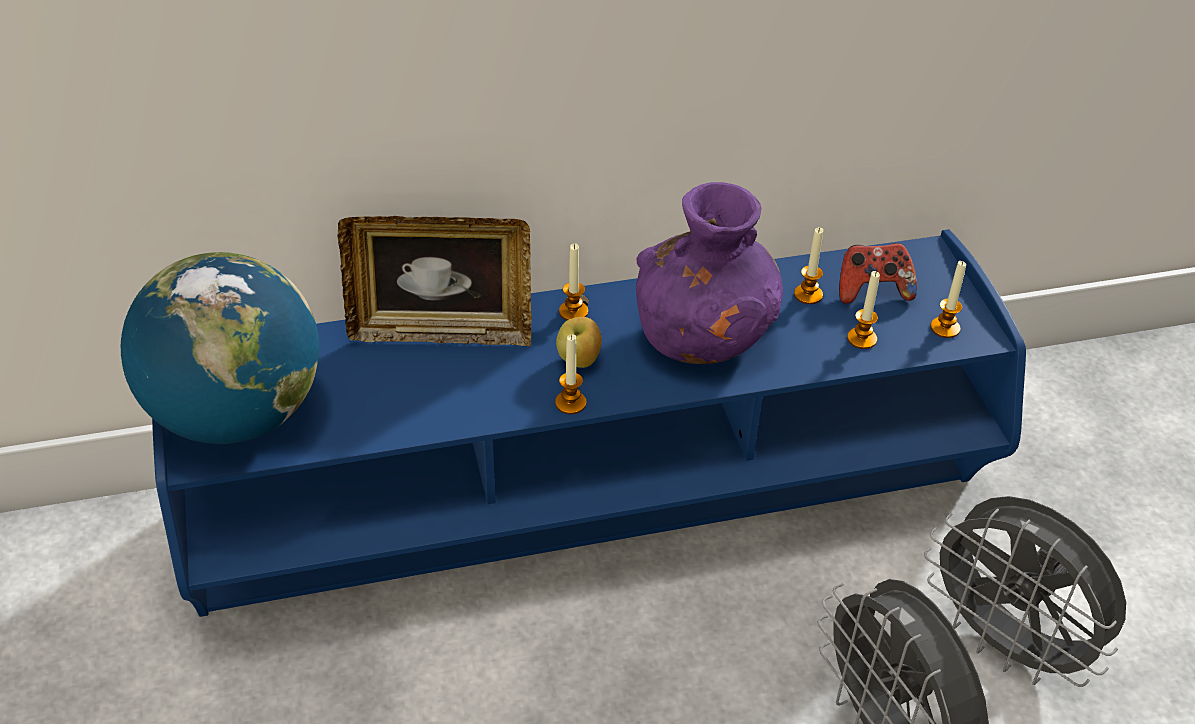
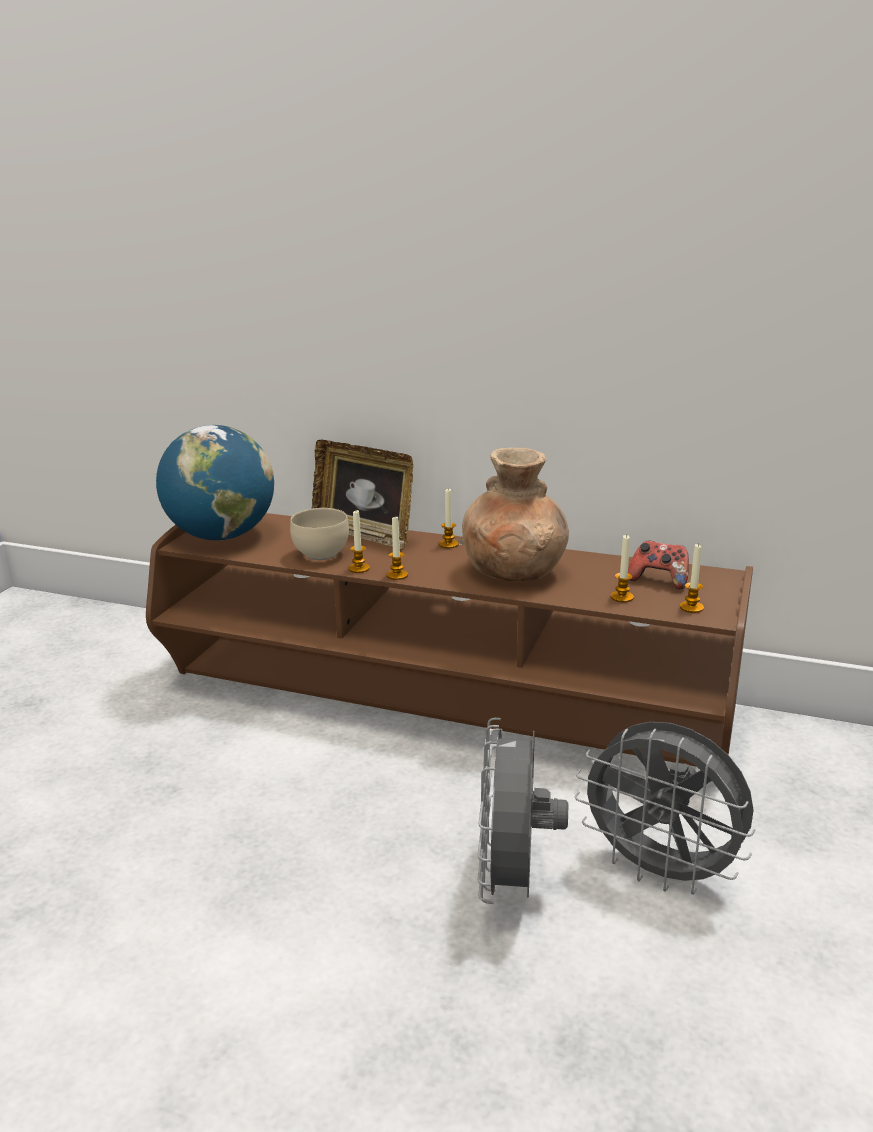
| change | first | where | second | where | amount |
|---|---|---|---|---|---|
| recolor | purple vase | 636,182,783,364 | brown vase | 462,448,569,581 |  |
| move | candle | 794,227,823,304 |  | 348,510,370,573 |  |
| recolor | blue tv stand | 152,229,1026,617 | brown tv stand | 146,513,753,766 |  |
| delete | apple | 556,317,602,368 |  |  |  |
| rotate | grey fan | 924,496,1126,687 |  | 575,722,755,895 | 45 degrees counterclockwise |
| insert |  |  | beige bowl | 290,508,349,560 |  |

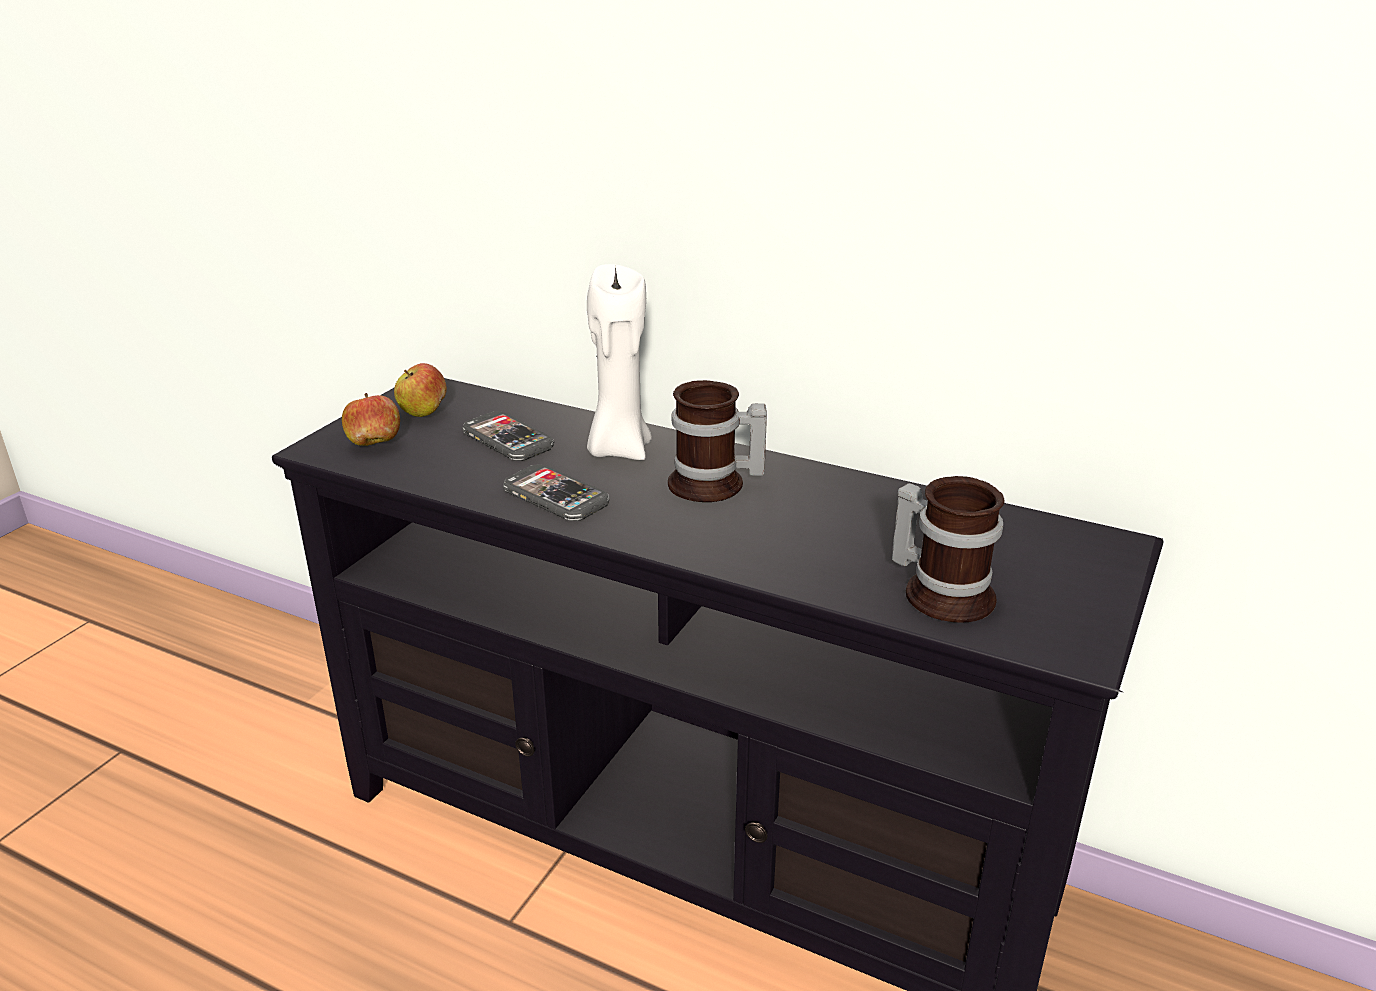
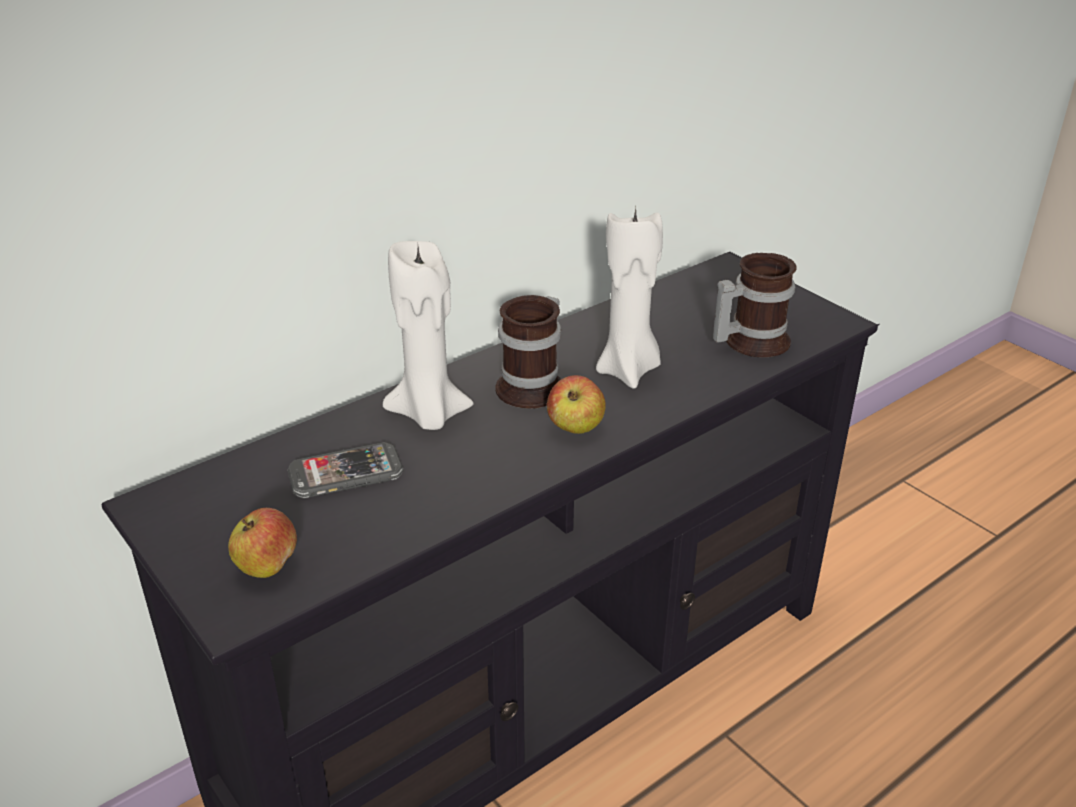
| change | first | where | second | where | amount |
|---|---|---|---|---|---|
| move | apple | 394,363,447,417 |  | 547,375,606,434 |  |
| delete | phone | 503,464,609,521 |  |  |  |
| insert |  |  | white candle | 596,208,663,389 |  |

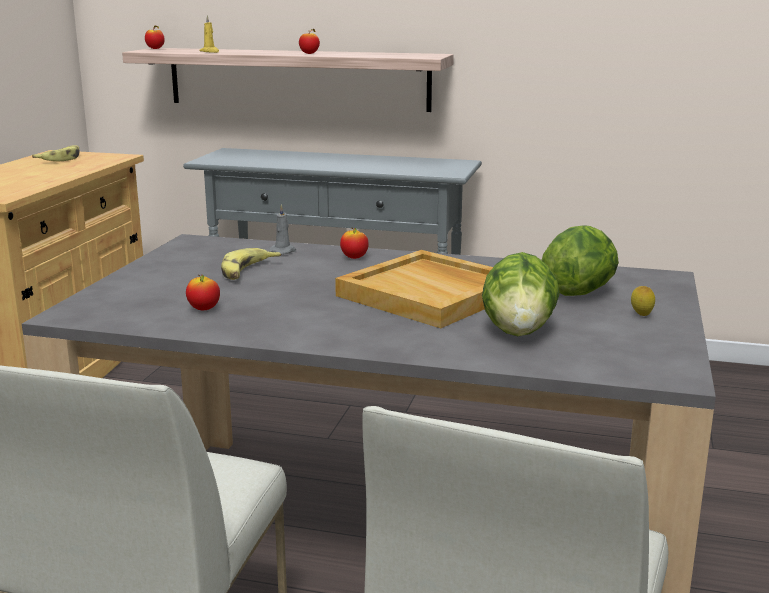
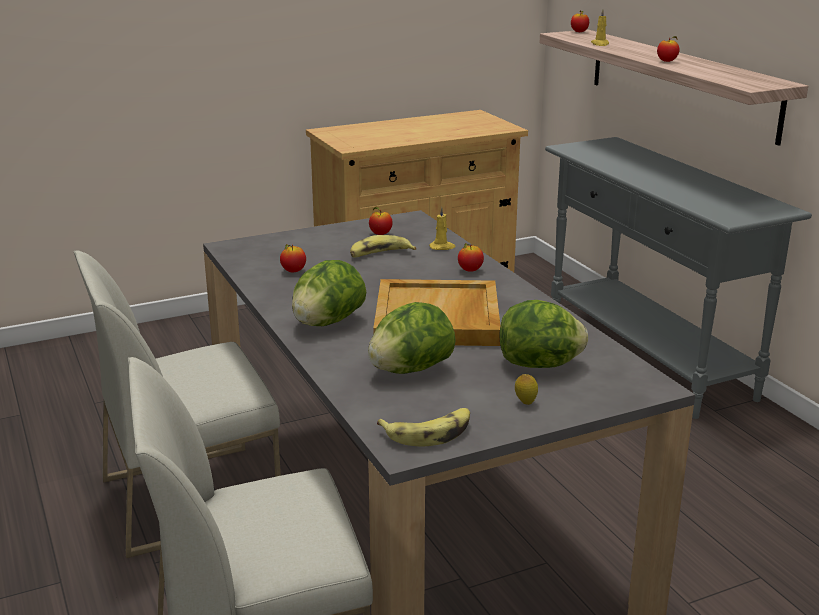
| change | first | where | second | where | amount |
|---|---|---|---|---|---|
| move | banana | 32,145,79,161 |  | 377,408,470,446 |  |
| recolor | grey candle | 269,204,296,254 | yellow candle | 429,207,456,250 |  |
| insert |  |  | apple | 369,206,393,235 |  |
| insert |  |  | lettuce | 292,260,366,326 |  |

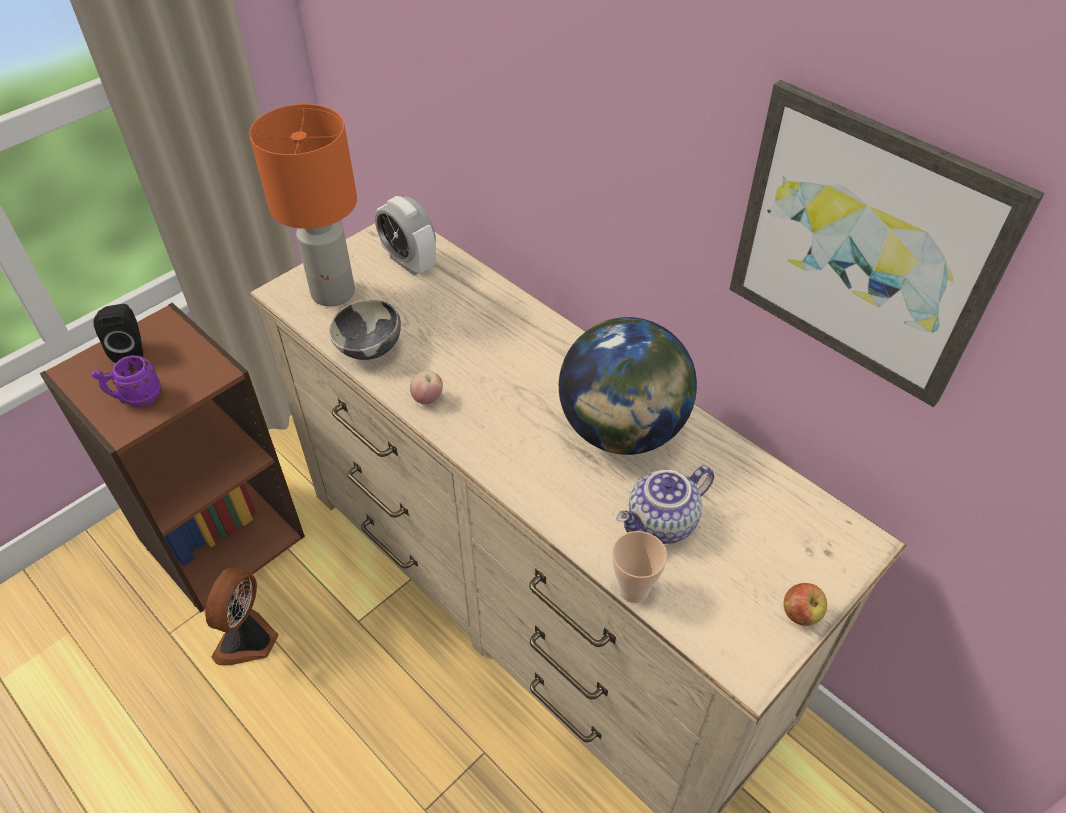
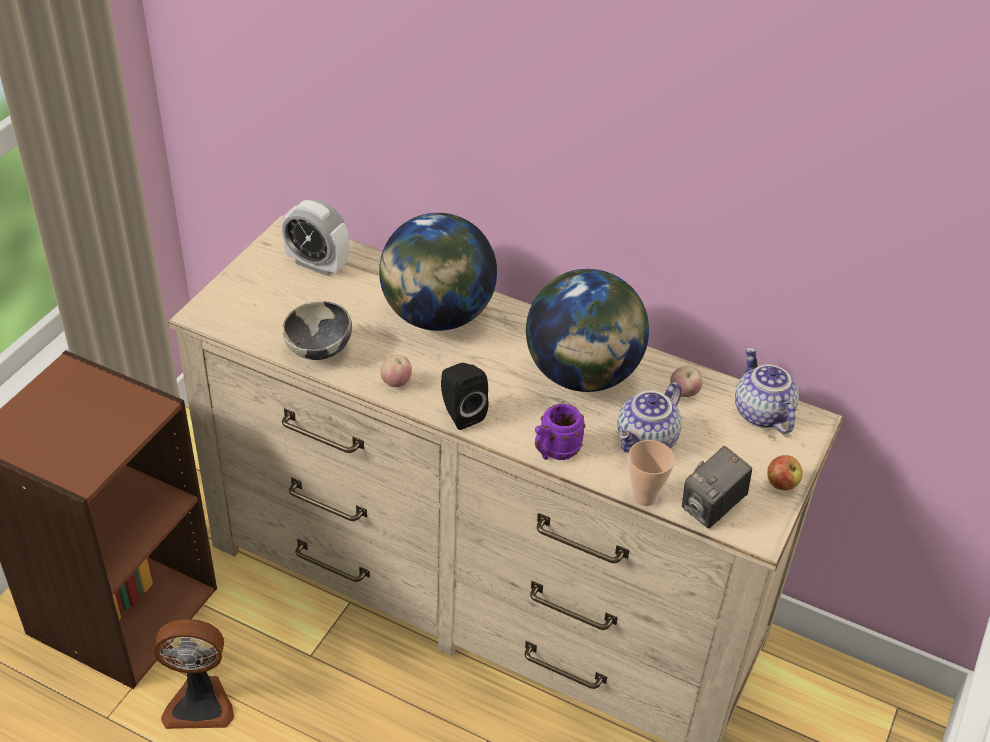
| change | first | where | second | where | amount |
|---|---|---|---|---|---|
| delete | picture | 729,80,1044,407 |  |  |  |
| delete | orange table lamp | 249,104,357,307 |  |  |  |
| move | black speaker | 93,304,143,363 |  | 441,363,489,430 |  |
| move | purple mug | 92,355,161,407 |  | 535,404,585,460 |  |
| rotate | fan | 205,567,278,665 |  | 154,619,234,729 | 90 degrees counterclockwise |
| insert |  |  | globe | 379,213,497,331 |  |
| insert |  |  | teapot | 735,347,799,434 |  |
| insert |  |  | apple | 670,366,703,397 |  |
| insert |  |  | photo camera | 682,446,752,529 |  |

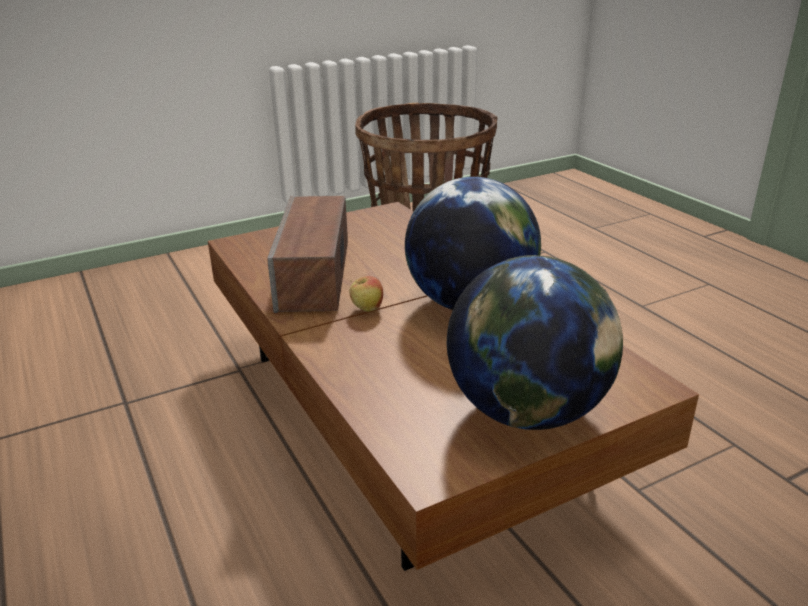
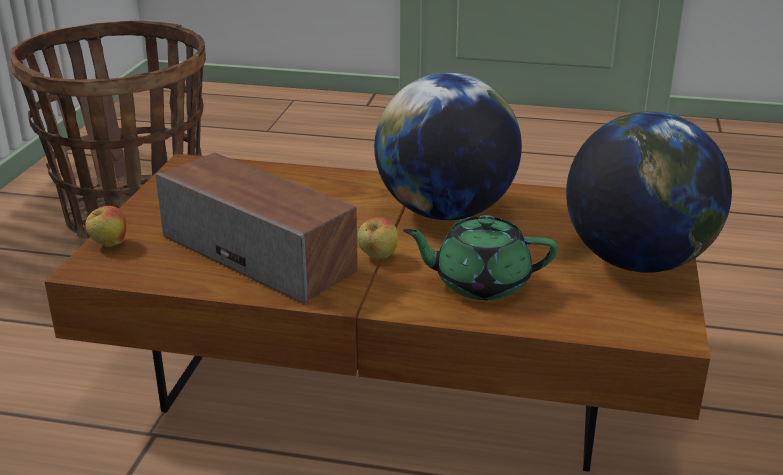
| change | first | where | second | where | amount |
|---|---|---|---|---|---|
| insert |  |  | apple | 85,206,126,247 |  |
| insert |  |  | green teapot | 403,215,558,300 |  |

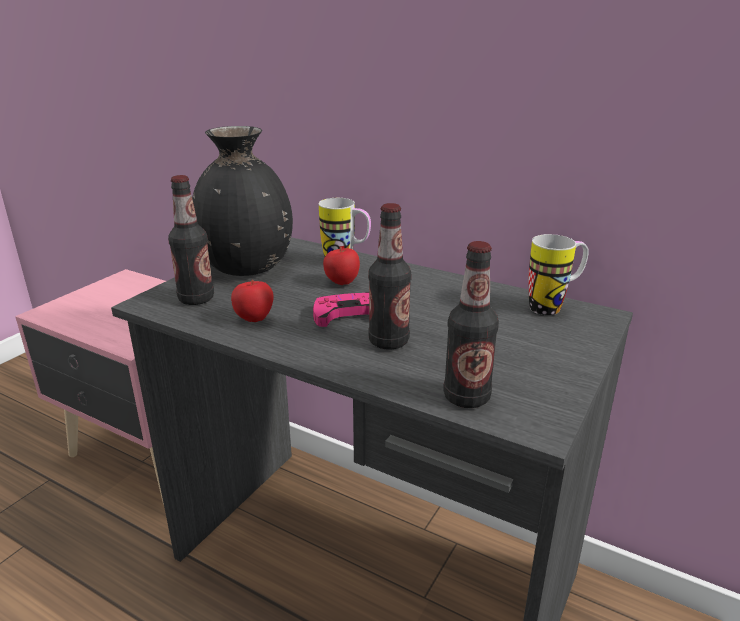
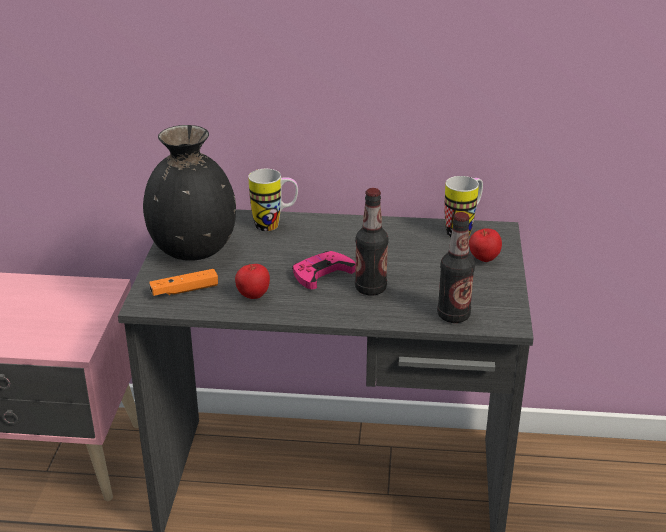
| change | first | where | second | where | amount |
|---|---|---|---|---|---|
| replace | bottle | 168,175,214,305 | orange game controller | 149,269,218,296 |  |
| move | apple | 323,247,360,285 |  | 469,229,502,262 |  |

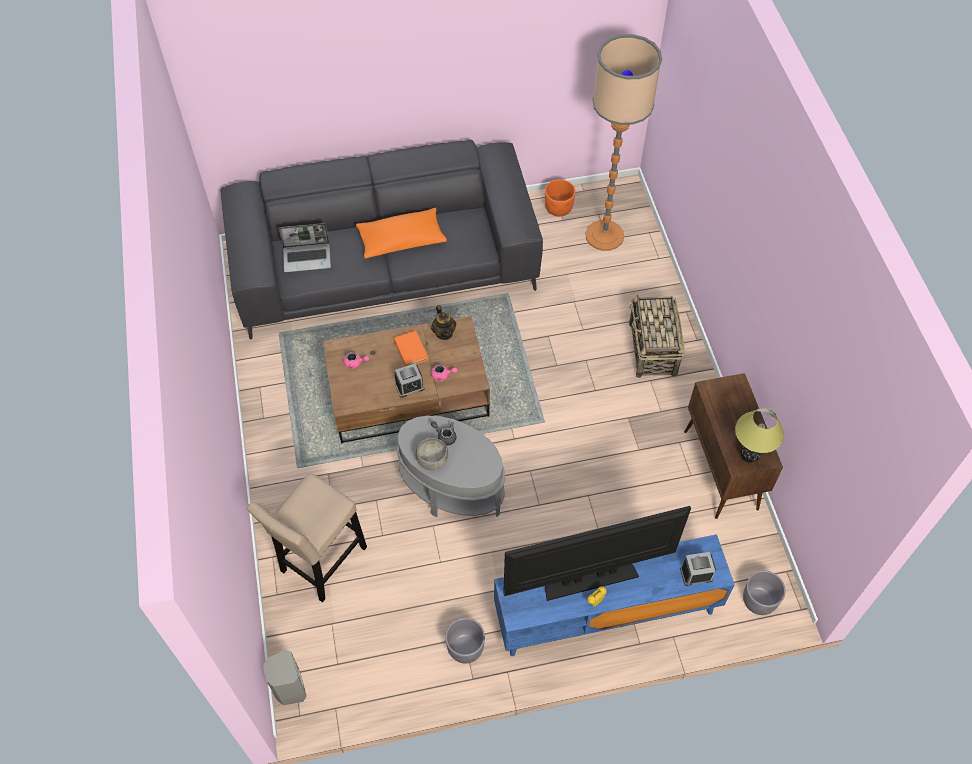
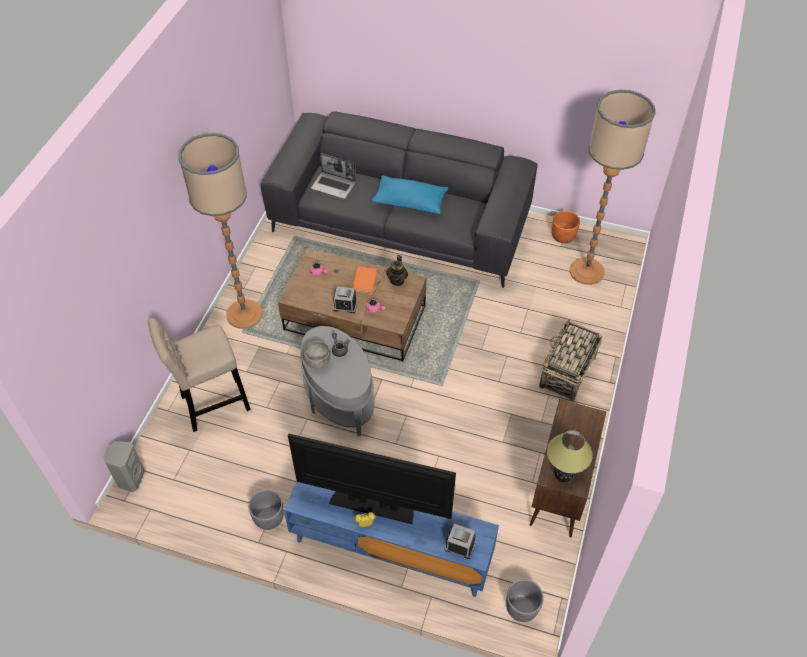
| change | first | where | second | where | amount |
|---|---|---|---|---|---|
| recolor | orange pillow | 356,208,447,259 | blue pillow | 371,175,448,215 |  |
| insert |  |  | floor lamp | 179,133,262,329 |  |

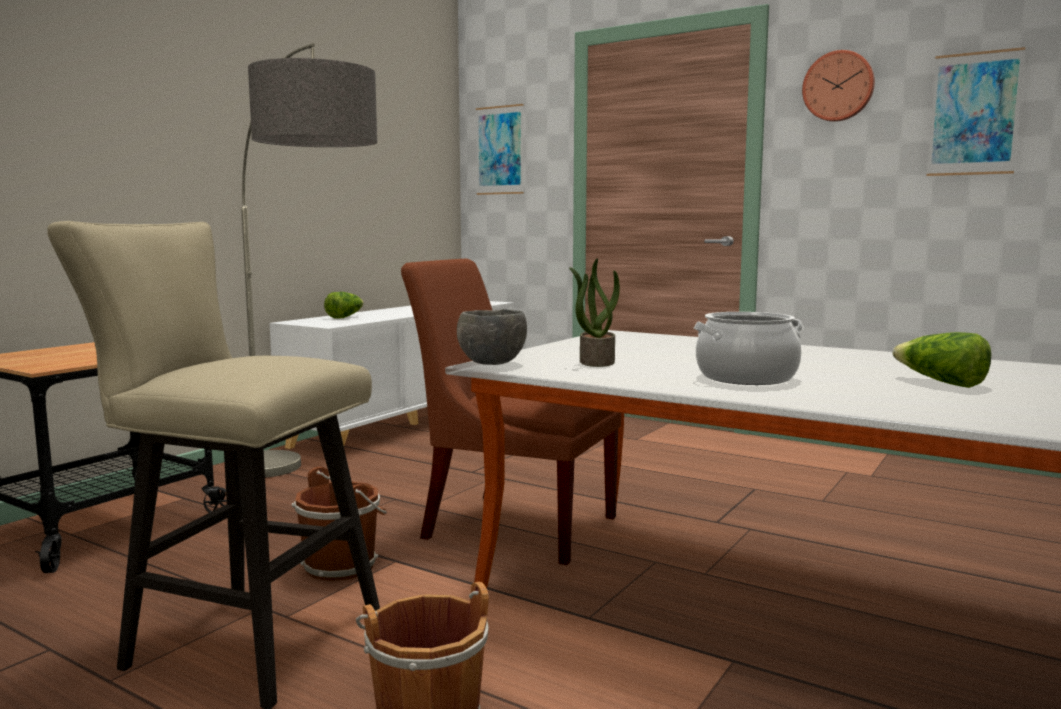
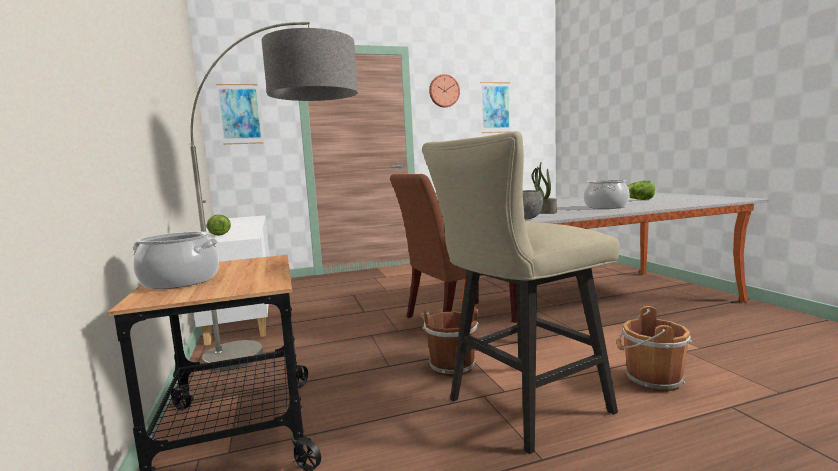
| change | first | where | second | where | amount |
|---|---|---|---|---|---|
| insert |  |  | cooking pot | 132,232,219,289 |  |

